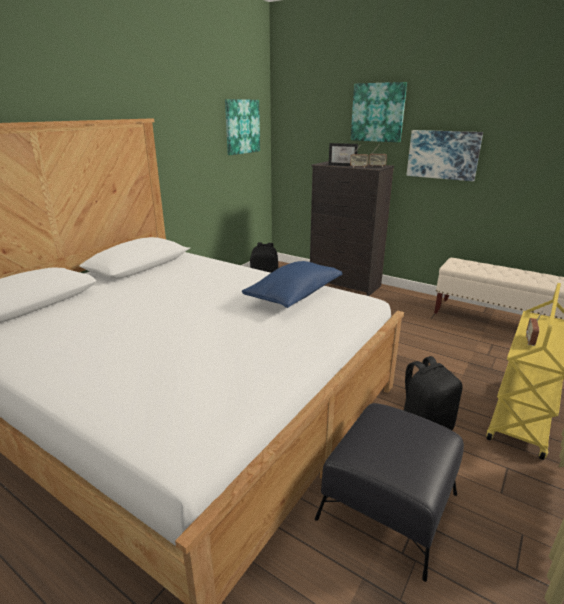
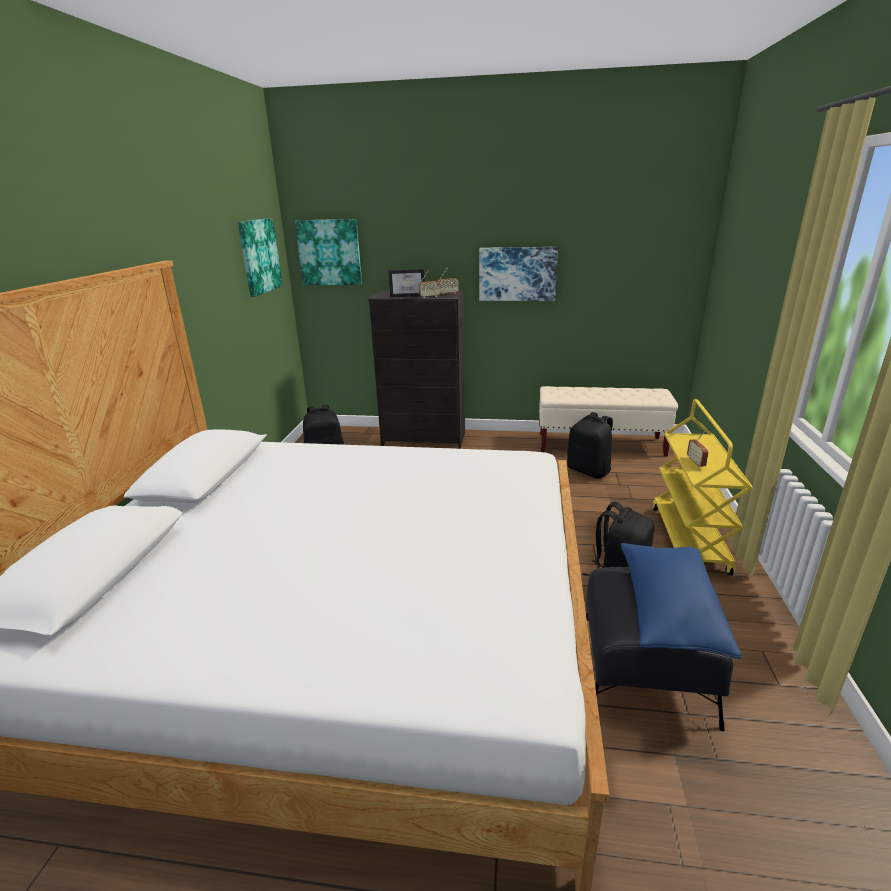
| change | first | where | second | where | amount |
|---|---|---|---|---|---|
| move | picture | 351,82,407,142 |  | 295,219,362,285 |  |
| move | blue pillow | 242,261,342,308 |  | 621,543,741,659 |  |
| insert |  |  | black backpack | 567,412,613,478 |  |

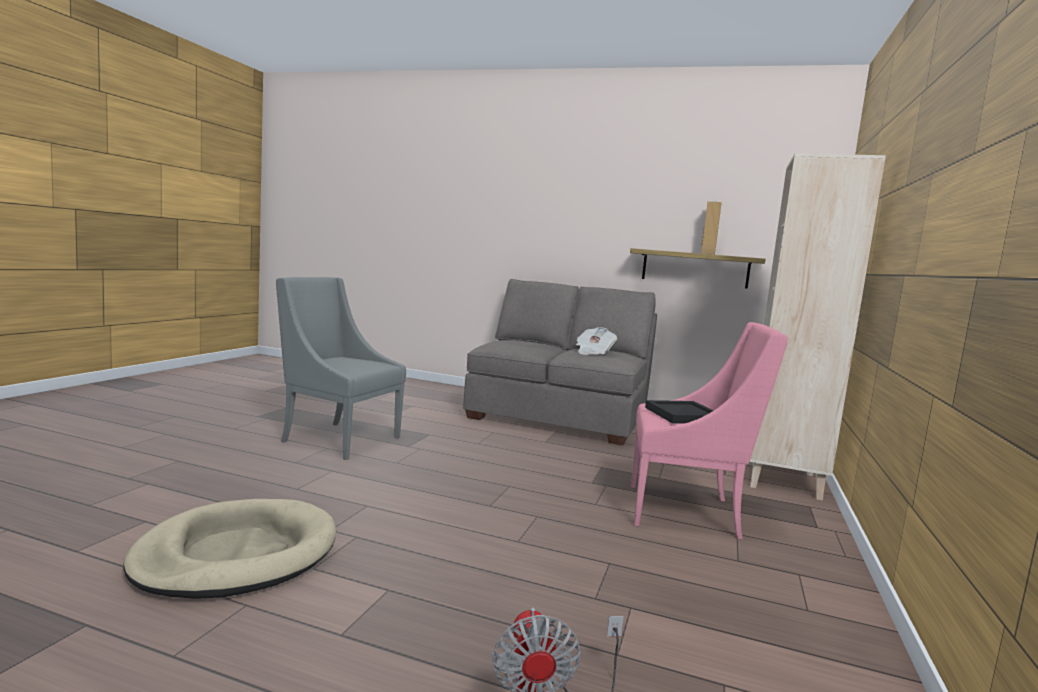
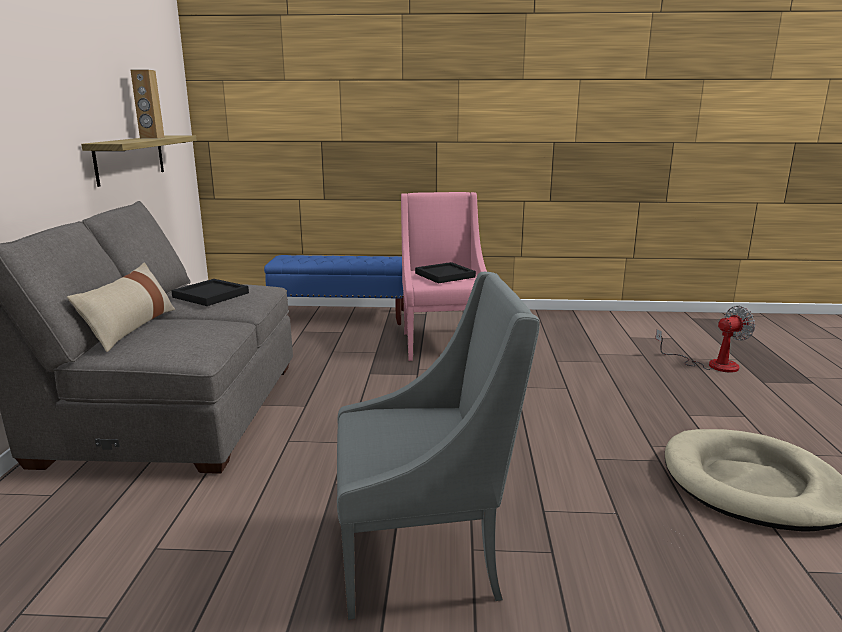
| change | first | where | second | where | amount |
|---|---|---|---|---|---|
| replace | beige bookcase | 748,153,886,501 | blue bench | 264,255,404,325 |  |
| rotate | grey armchair | 276,277,406,460 |  | 337,272,540,620 | 105 degrees counterclockwise |
| replace | newspaper | 576,327,617,355 | black tray | 171,279,249,306 |  |
| insert |  |  | beige pillow | 67,263,175,352 |  |

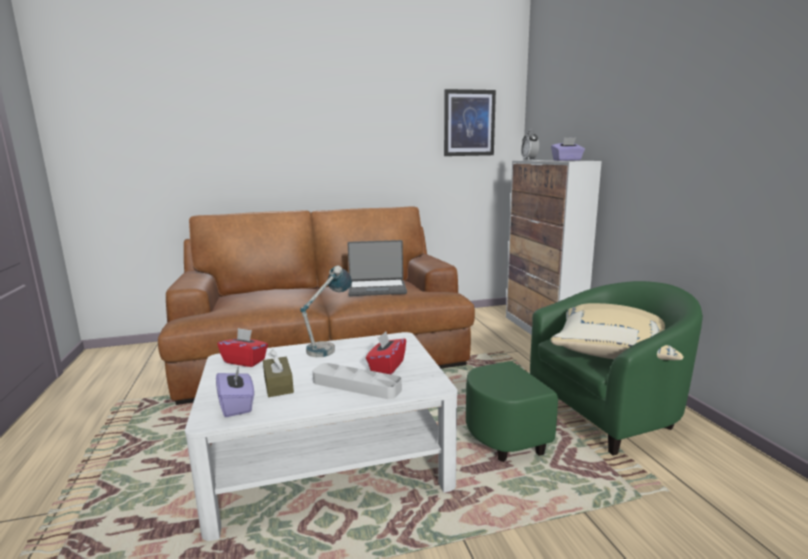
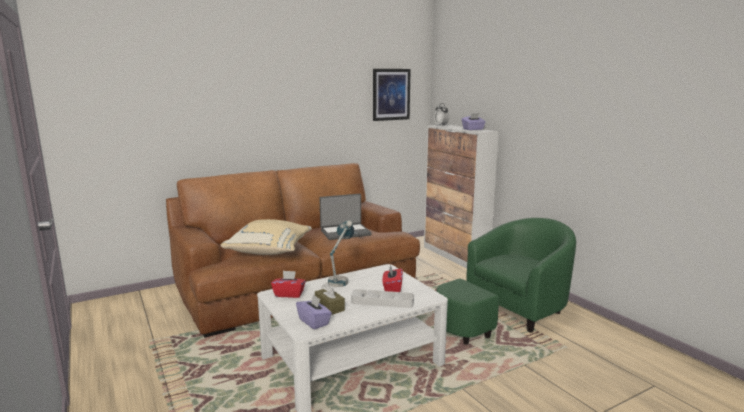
| change | first | where | second | where | amount |
|---|---|---|---|---|---|
| move | beige pillow | 551,303,684,360 |  | 221,219,312,255 |  |

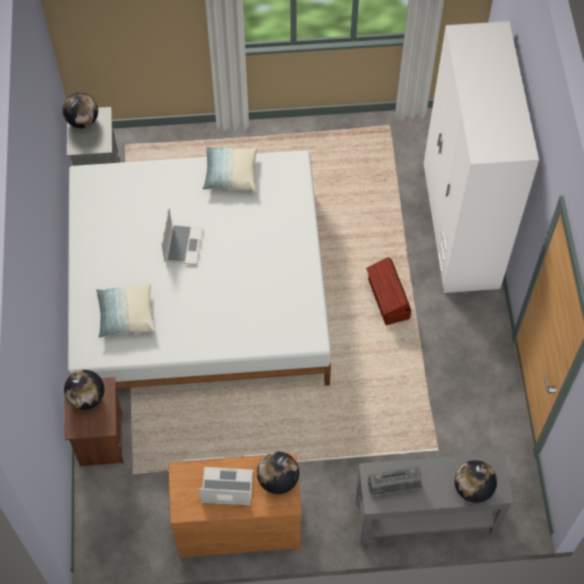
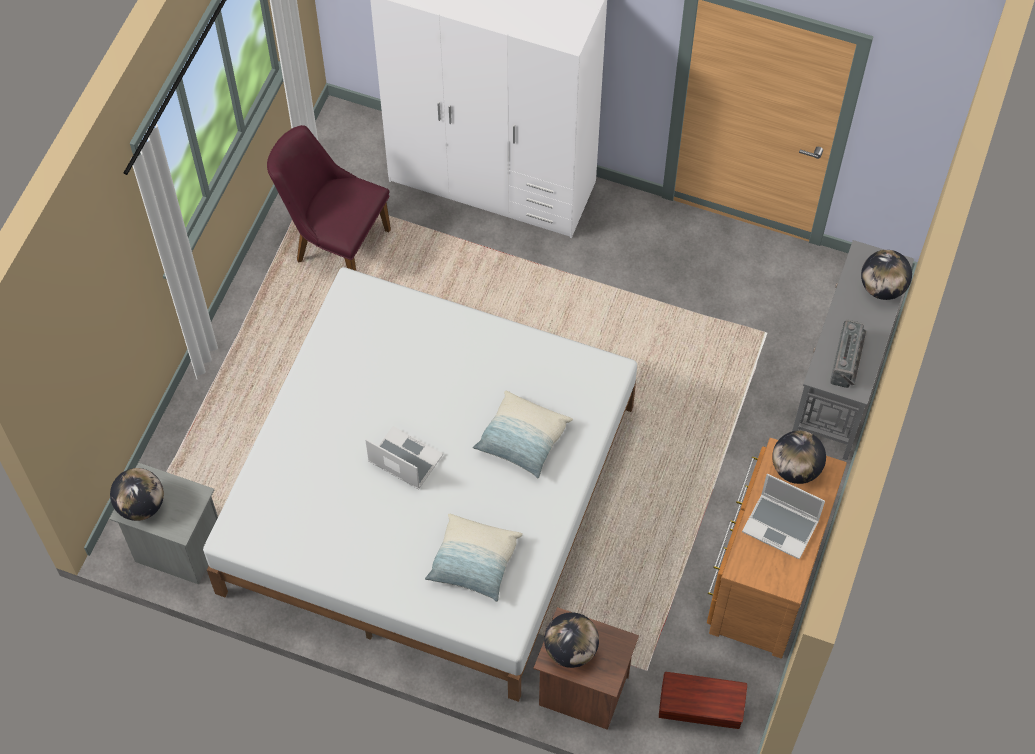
| change | first | where | second | where | amount |
|---|---|---|---|---|---|
| move | pillow | 202,147,257,192 |  | 473,391,573,478 |  |
| move | brown storage box | 366,257,411,325 |  | 659,672,747,729 |  |
| rotate | laptop | 199,467,253,505 |  | 742,474,825,559 | 90 degrees counterclockwise |
| insert |  |  | purple chair | 267,125,391,271 |  |

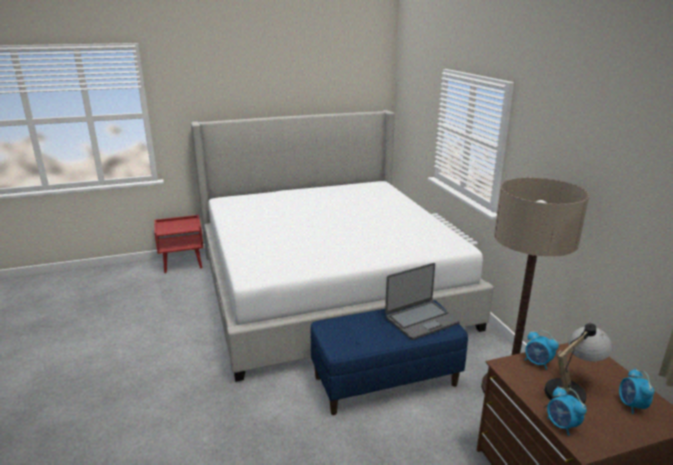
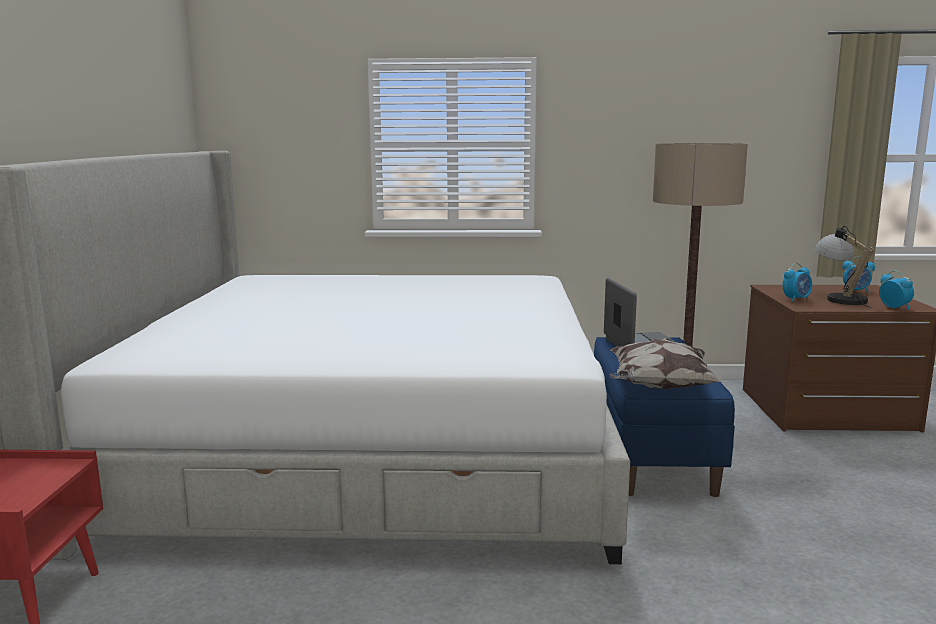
| change | first | where | second | where | amount |
|---|---|---|---|---|---|
| rotate | alarm clock | 547,387,587,436 |  | 879,271,914,310 | 105 degrees counterclockwise |
| insert |  |  | pillow | 610,338,722,389 |  |

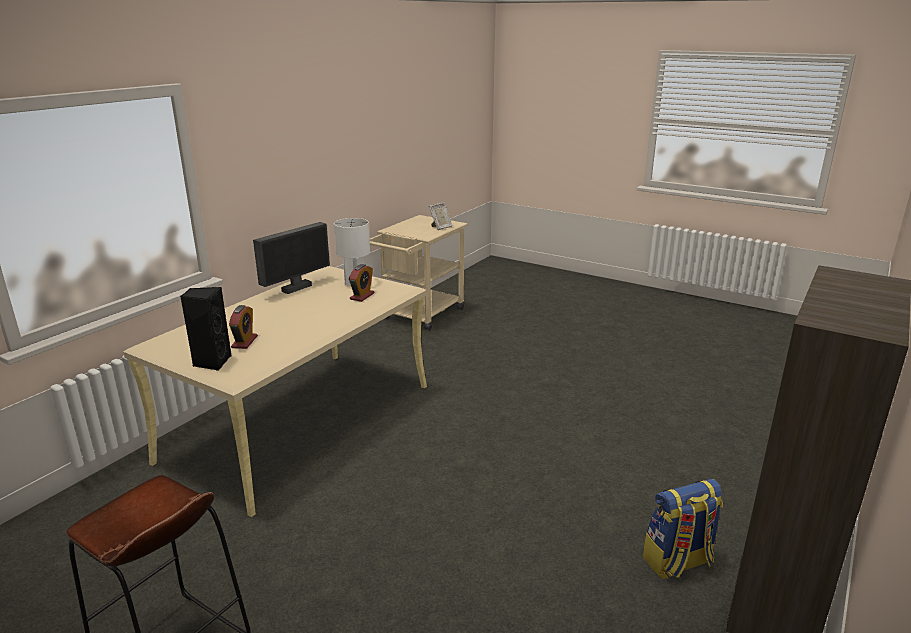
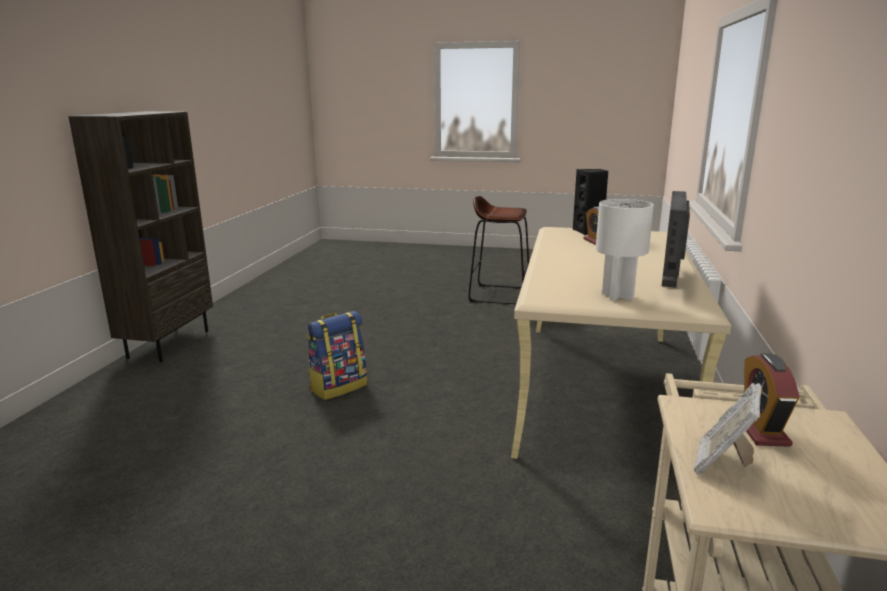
| change | first | where | second | where | amount |
|---|---|---|---|---|---|
| move | alarm clock | 349,264,375,302 |  | 744,353,800,447 |  |
| move | backpack | 643,479,723,579 |  | 307,311,367,400 |  |

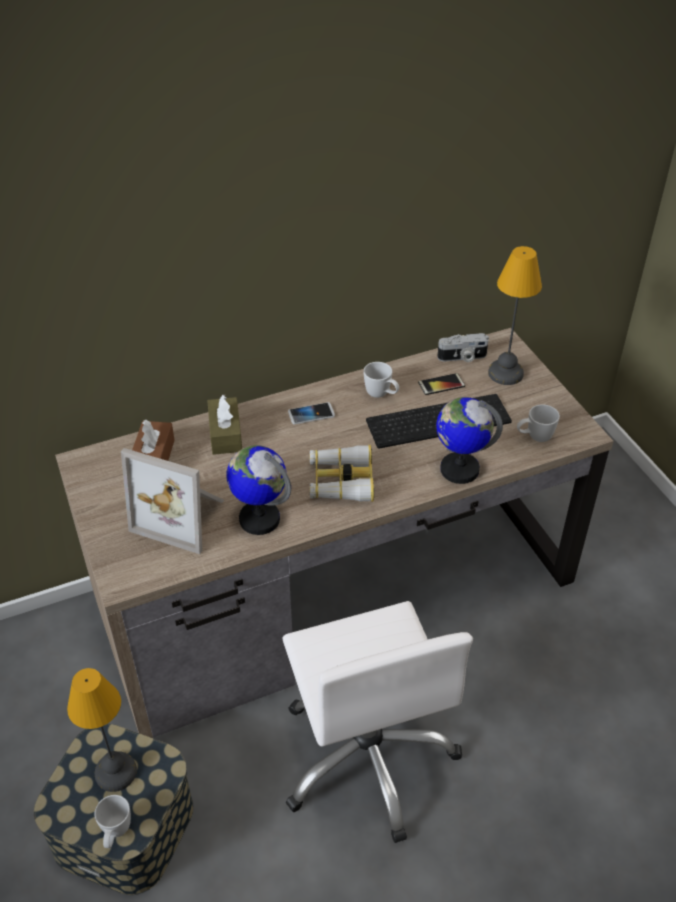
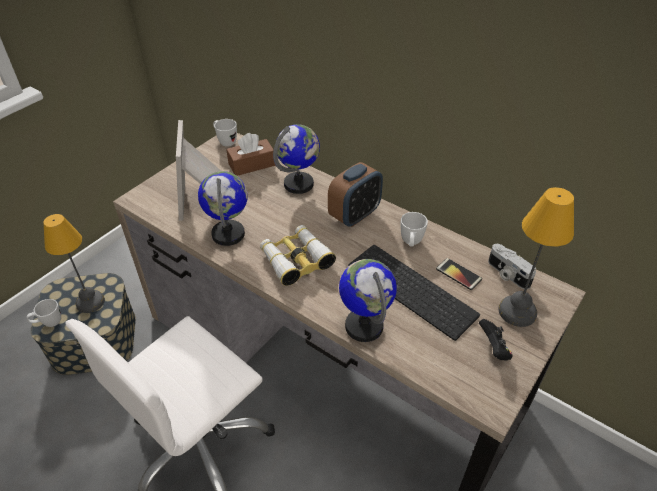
| change | first | where | second | where | amount |
|---|---|---|---|---|---|
| replace | brown tissue box | 207,395,242,455 | globe | 273,124,320,194 |  |
| replace | phone | 288,402,335,425 | alarm clock | 328,162,383,227 |  |
| move | white mug | 517,404,560,442 |  | 213,119,237,147 |  |
| insert |  |  | black game controller | 479,319,513,361 |  |

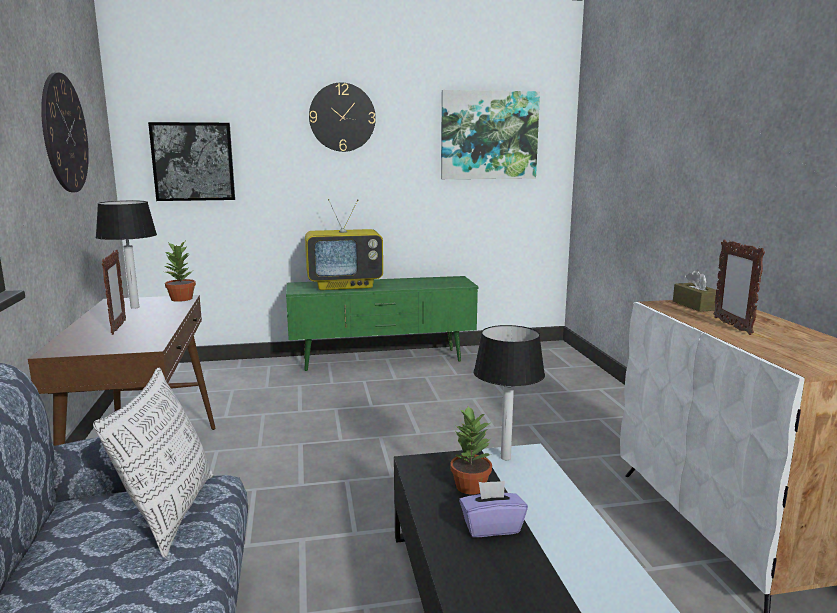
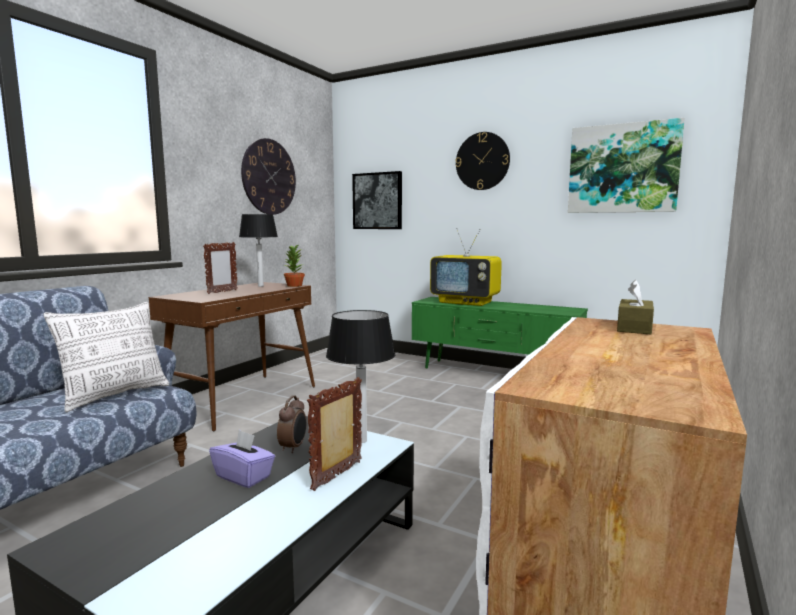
| change | first | where | second | where | amount |
|---|---|---|---|---|---|
| move | picture frame | 713,240,765,335 |  | 307,377,362,491 |  |
| replace | potted plant | 450,406,492,494 | alarm clock | 277,395,306,453 |  |

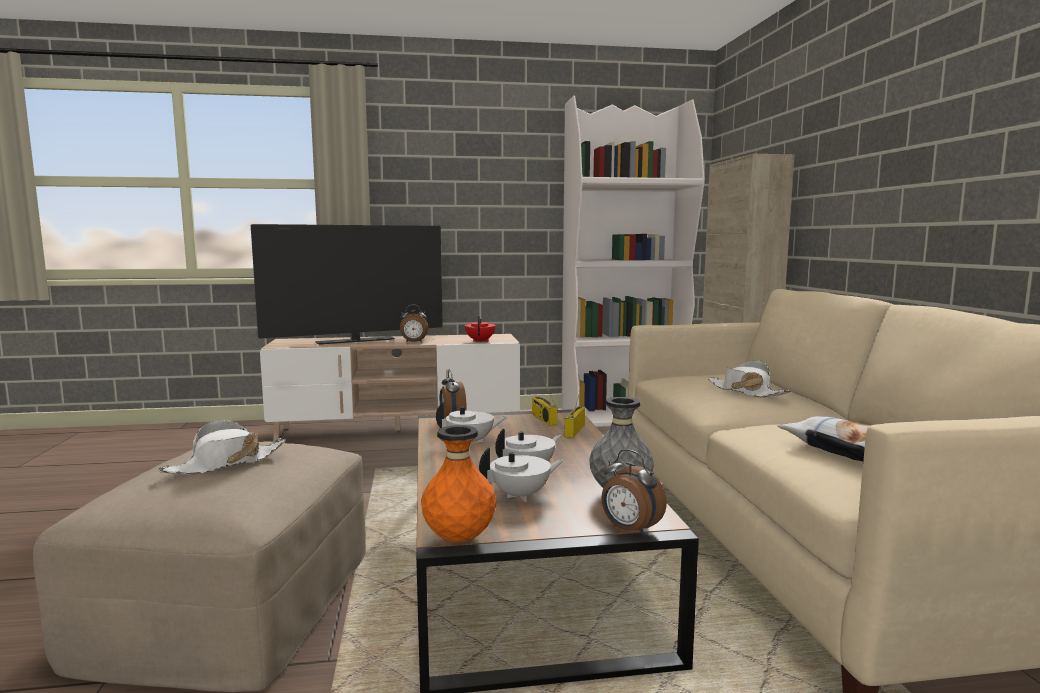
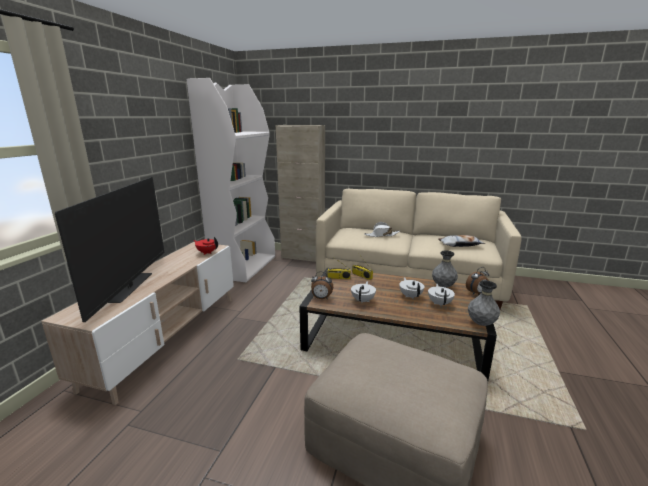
| change | first | where | second | where | amount |
|---|---|---|---|---|---|
| delete | alarm clock | 400,305,428,343 |  |  |  |
| delete | white hat | 159,420,286,475 |  |  |  |
| recolor | orange vase | 421,425,497,543 | grey vase | 468,281,500,326 |  |

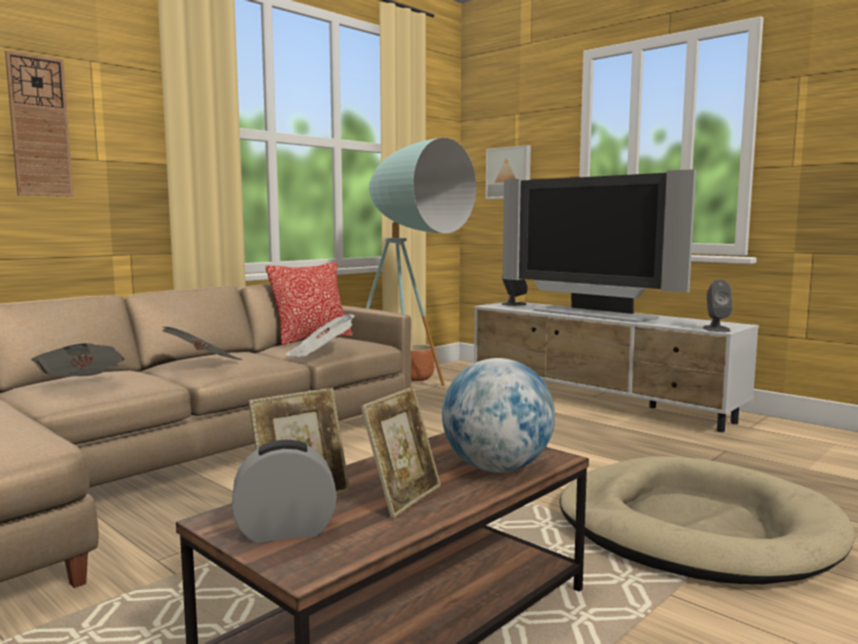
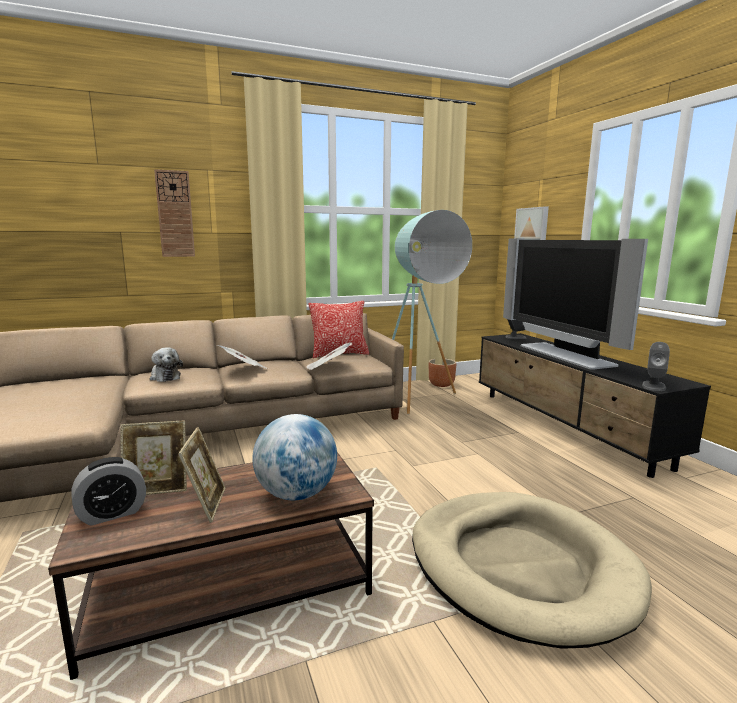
| change | first | where | second | where | amount |
|---|---|---|---|---|---|
| recolor | white tv stand | 474,301,759,432 | black tv stand | 479,333,711,478 |  |
| replace | newspaper | 31,343,124,377 | plush toy | 150,348,183,382 |  |
| rotate | picture frame | 361,386,441,518 |  | 178,427,225,523 | 60 degrees counterclockwise |
| rotate | alarm clock | 232,440,337,542 |  | 71,457,146,526 | 135 degrees clockwise |

